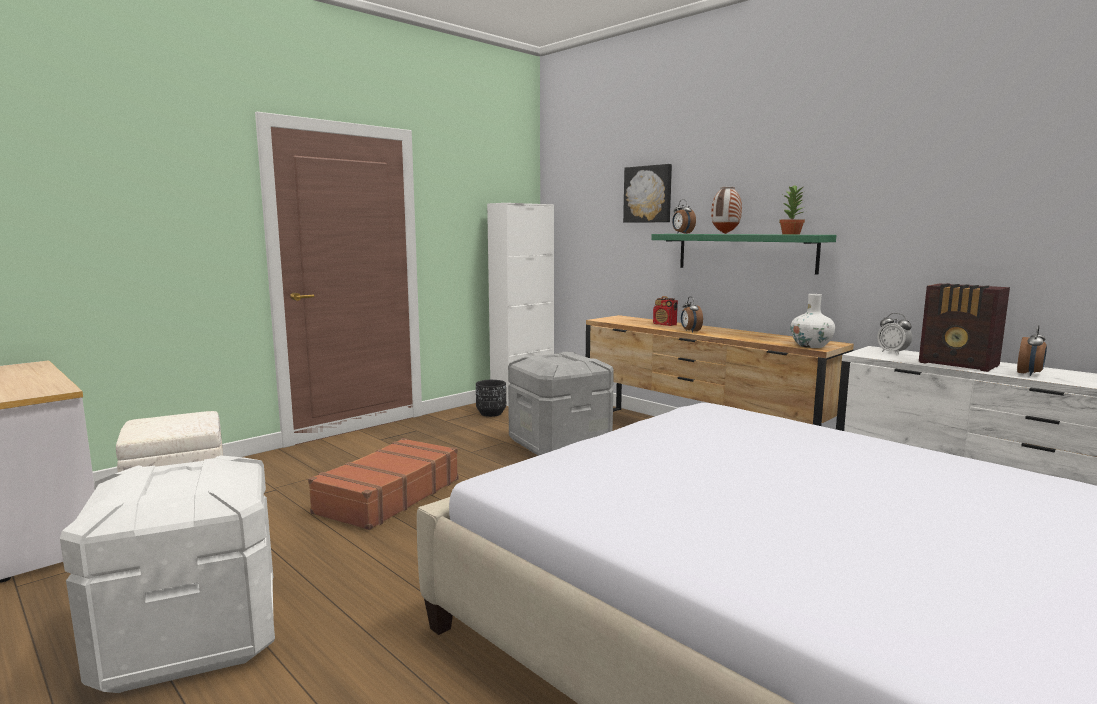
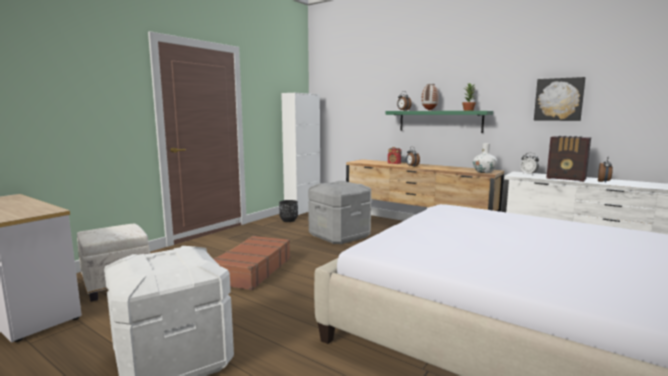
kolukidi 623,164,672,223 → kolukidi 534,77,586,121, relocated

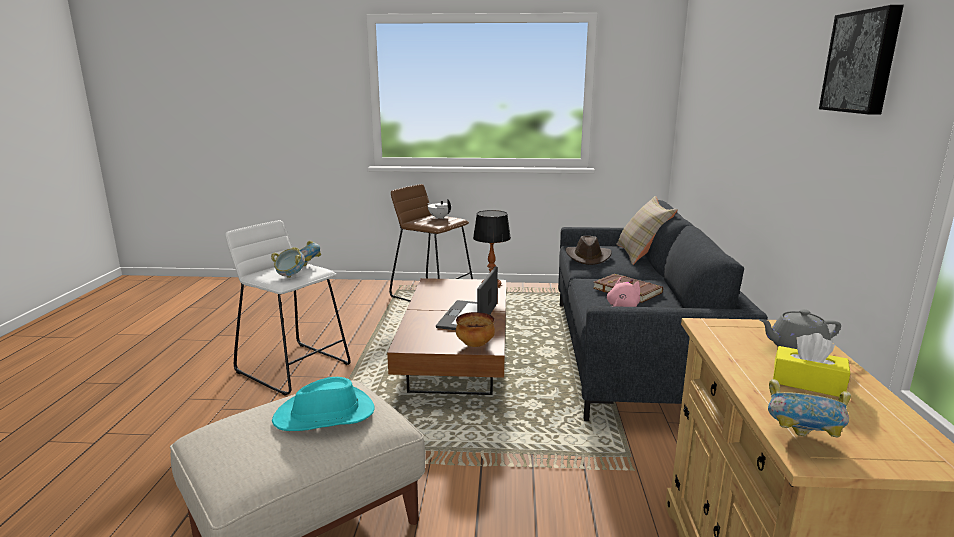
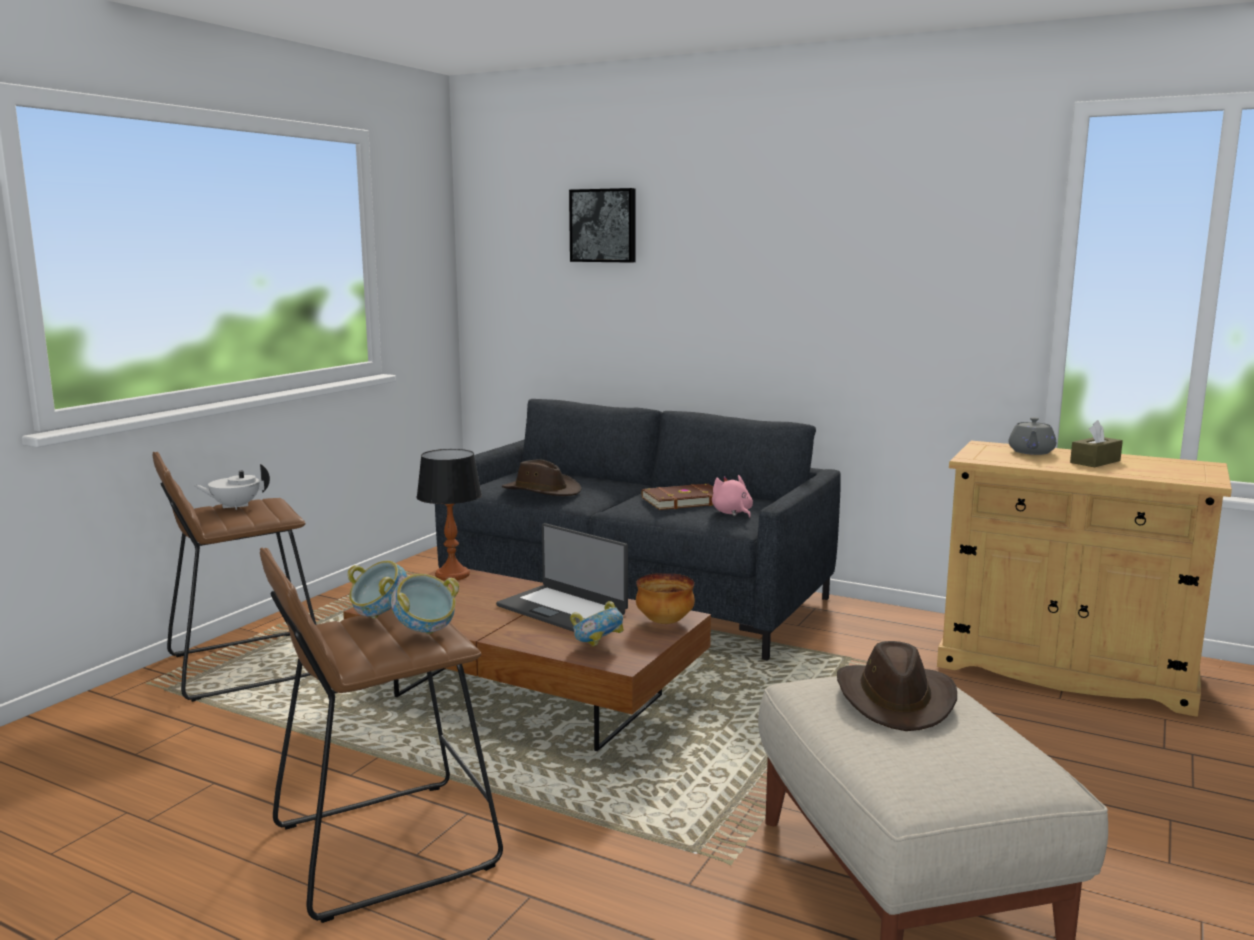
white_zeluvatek 225,220,351,396 → brown_zeluvatek 260,548,503,923
kolukidi 819,5,904,115 → kolukidi 569,188,636,263, relocated
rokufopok 768,379,851,437 → rokufopok 570,601,624,646, relocated
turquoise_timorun 272,377,375,431 → brown_timorun 837,641,957,731
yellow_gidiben 773,333,850,397 → brown_gidiben 1070,420,1123,467
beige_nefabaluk 616,196,677,265 → -

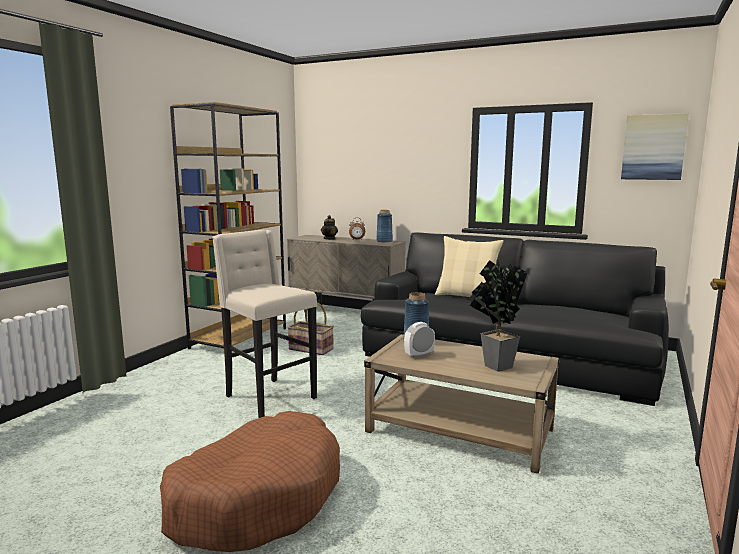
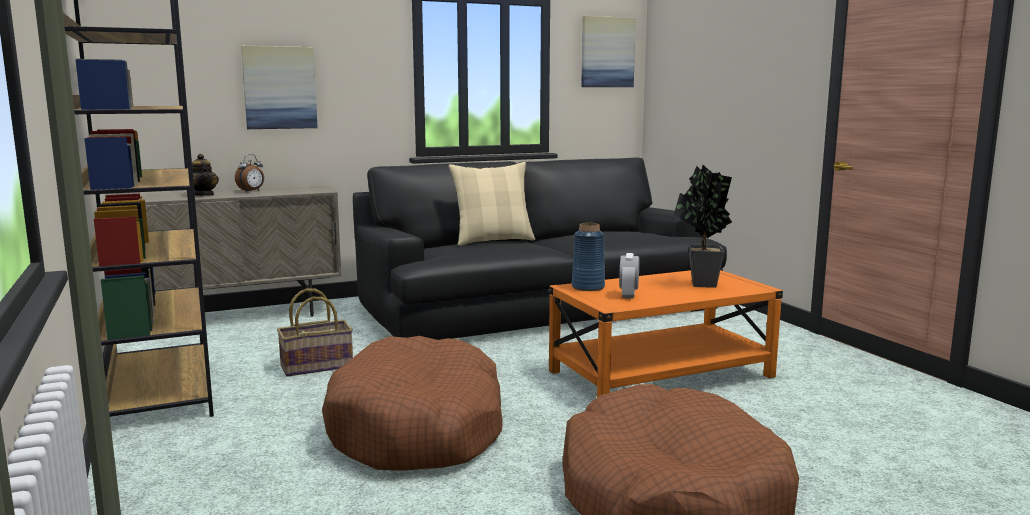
- → kolukidi 241,46,318,129
beige_zeluvatek 212,230,317,418 → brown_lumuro 322,336,503,471
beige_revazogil 364,334,560,474 → orange_revazogil 549,270,783,397
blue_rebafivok 376,210,393,242 → -

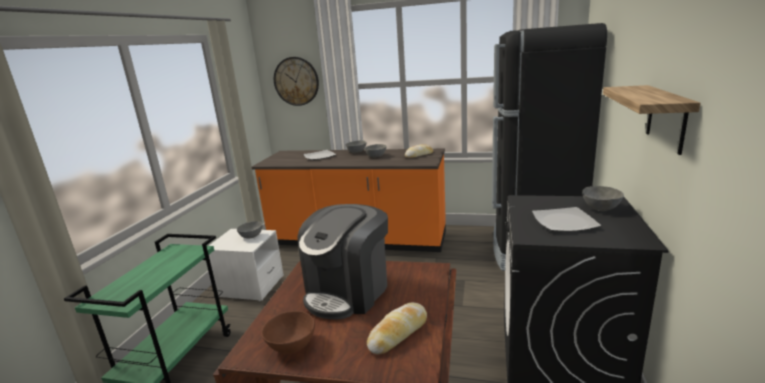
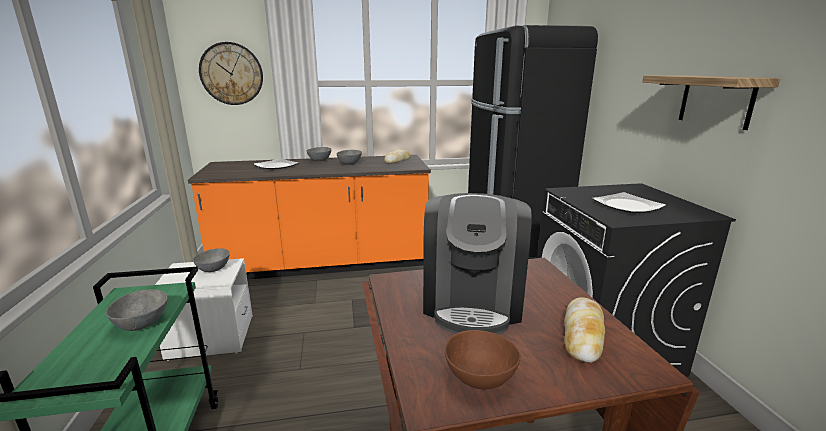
grey_rokufopok 582,186,624,211 → grey_rokufopok 106,289,168,331, relocated

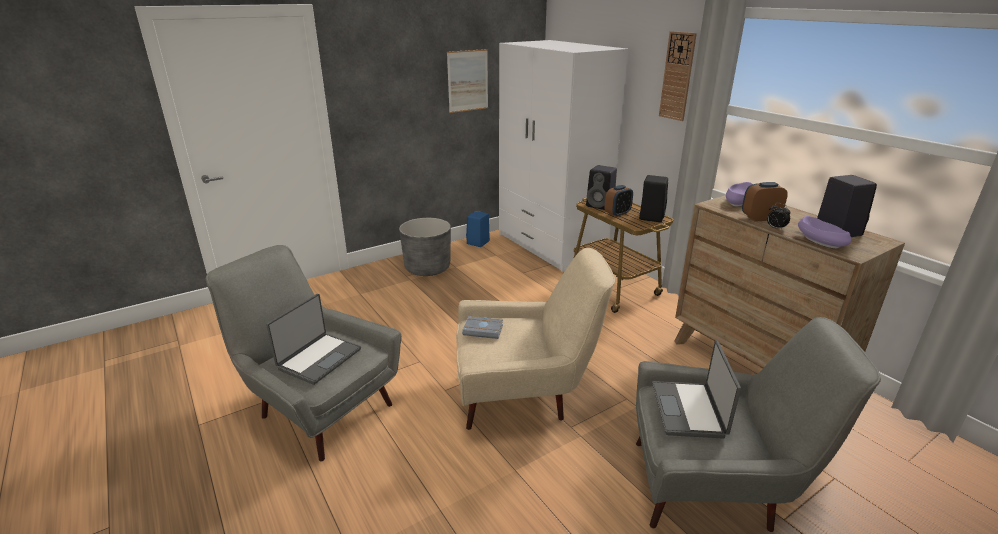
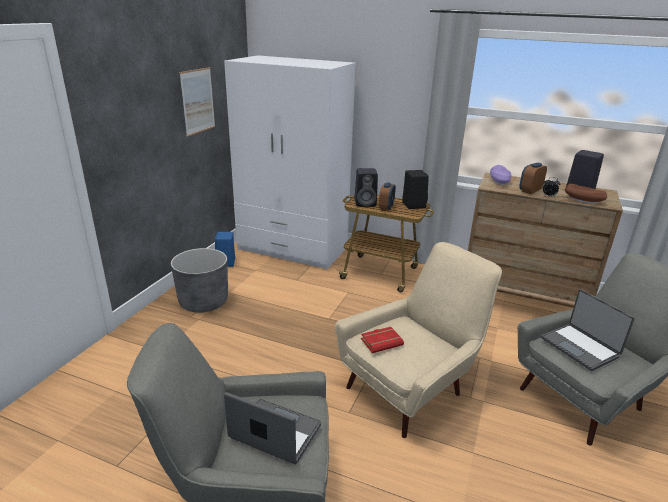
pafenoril 266,294,361,385 → pafenoril 224,392,321,464, 60 degrees counterclockwise
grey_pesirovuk 462,316,503,339 → red_pesirovuk 361,327,404,353
purple_rokufopok 798,216,851,248 → brown_rokufopok 565,184,607,203
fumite 659,31,697,121 → -

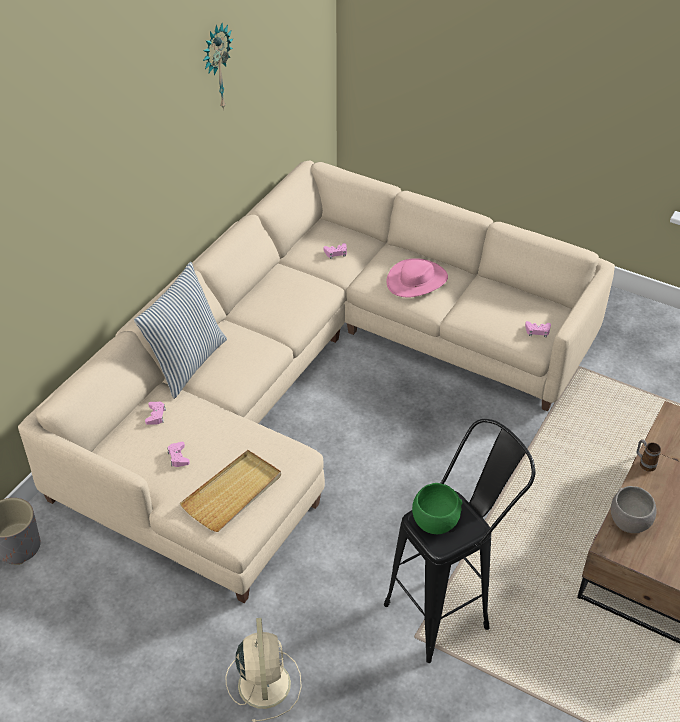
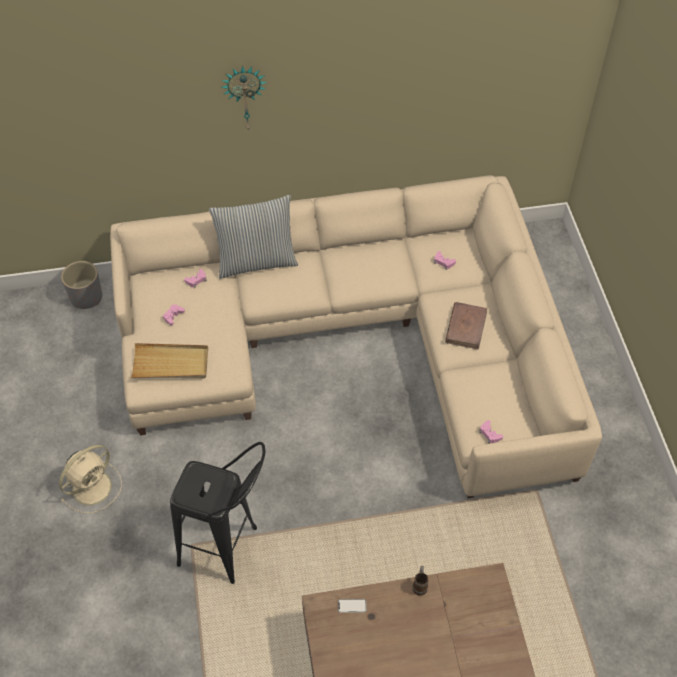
fumite 203,22,233,110 → fumite 221,66,267,131, relocated
grey_rokufopok 611,486,656,533 → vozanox 338,599,367,613
pink_timorun 386,258,448,297 → brown_pesirovuk 445,302,487,350
green_rokufopok 412,483,463,534 → -

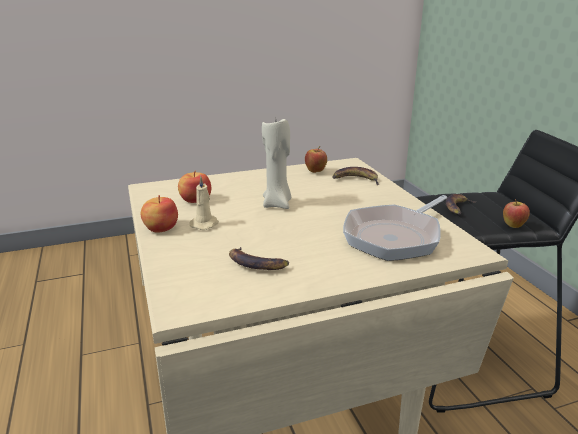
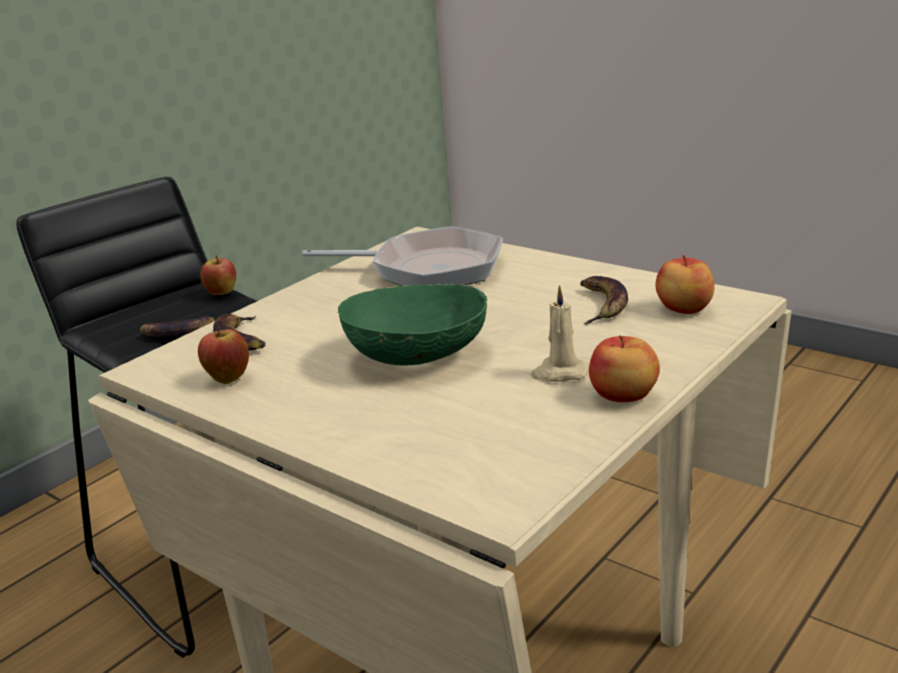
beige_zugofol 262,118,291,209 → green_rokufopok 337,284,488,366
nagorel 178,171,211,203 → nagorel 656,255,714,314, relocated

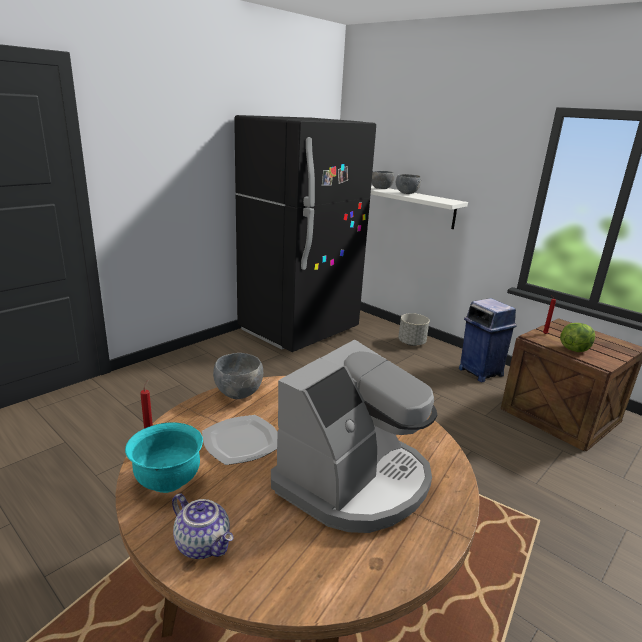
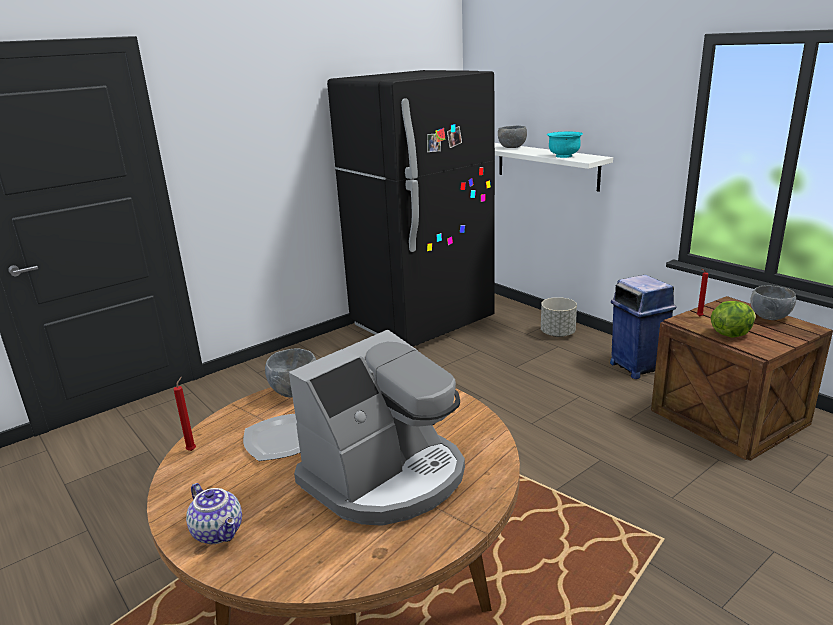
turquoise_rokufopok 125,422,203,493 → turquoise_rokufopok 547,131,583,158, relocated
grey_rokufopok 396,174,421,194 → grey_rokufopok 750,285,796,320, relocated

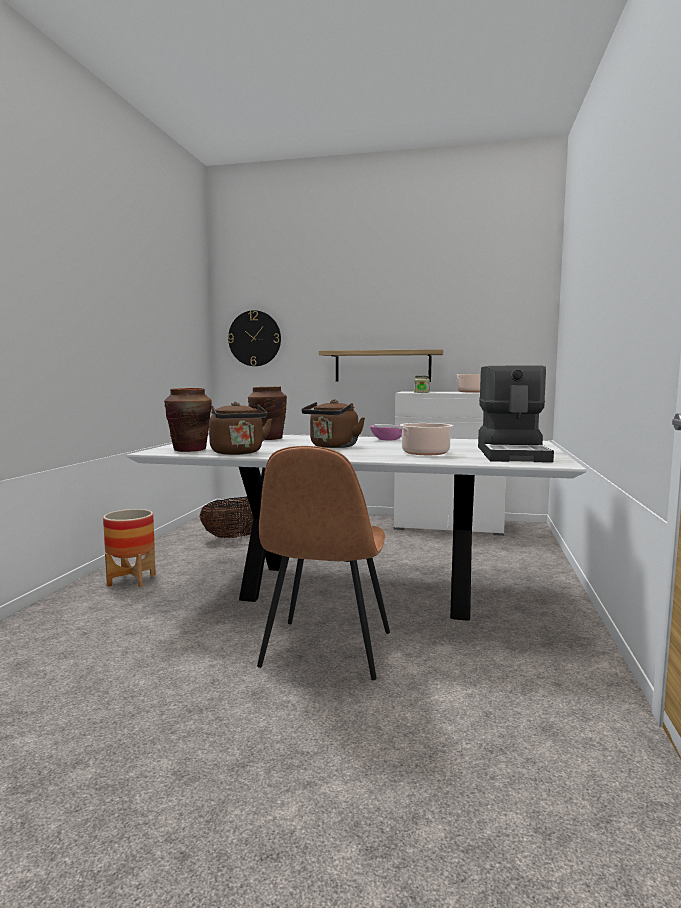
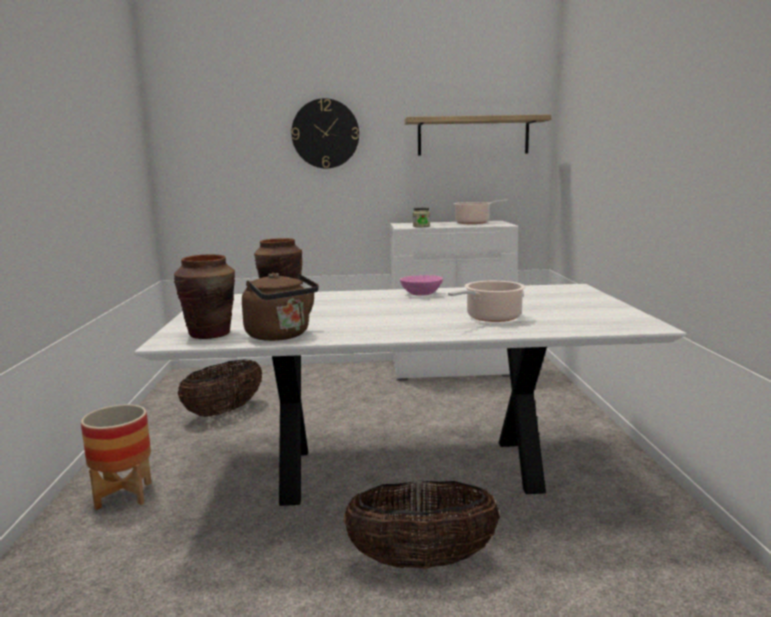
fumite 228,310,281,366 → fumite 291,98,359,169, relocated
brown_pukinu 257,446,390,680 → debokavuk 344,481,500,569
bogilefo 319,349,443,382 → bogilefo 404,114,552,156, relocated
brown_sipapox 301,399,365,448 → -
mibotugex 478,366,554,463 → -

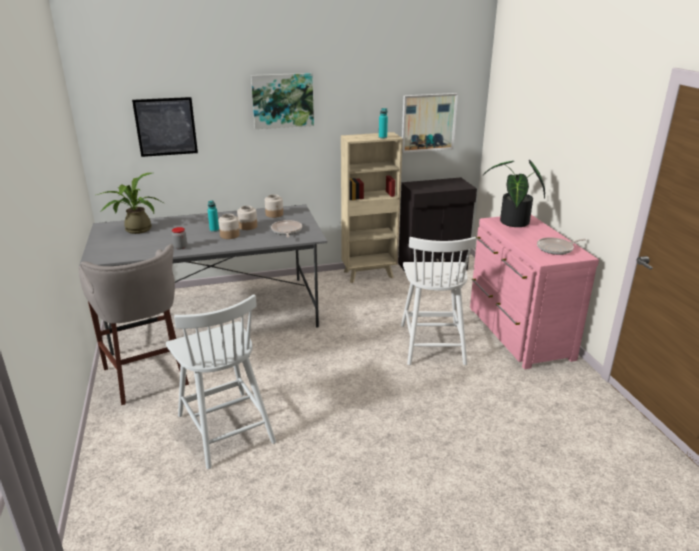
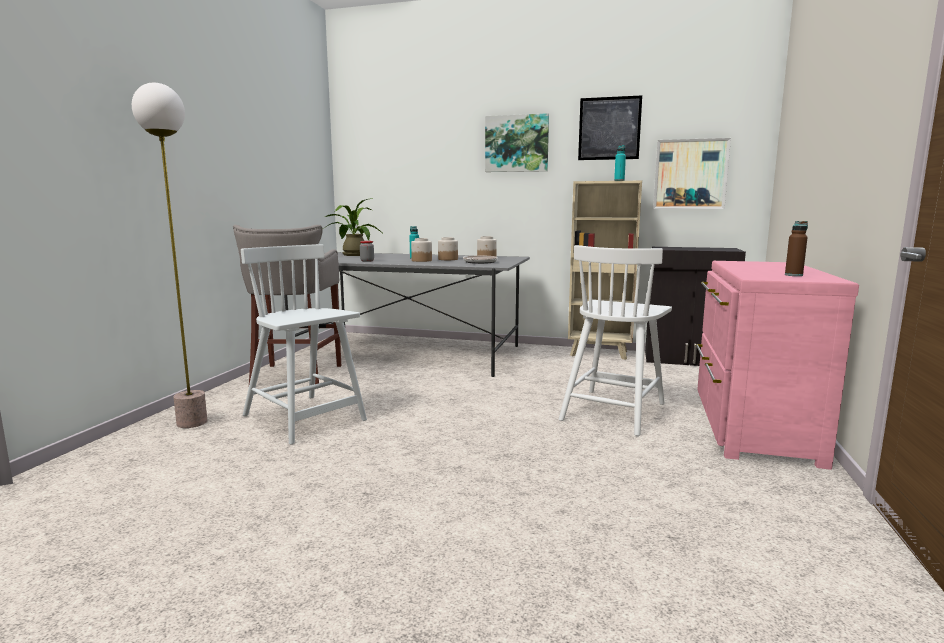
- → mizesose 132,83,207,428
white_pukinu 166,294,276,469 → white_pukinu 241,244,367,444, 135 degrees clockwise
kolukidi 132,97,198,157 → kolukidi 578,95,642,160, relocated
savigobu 537,237,586,255 → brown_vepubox 785,221,808,276
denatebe 483,160,545,227 → -

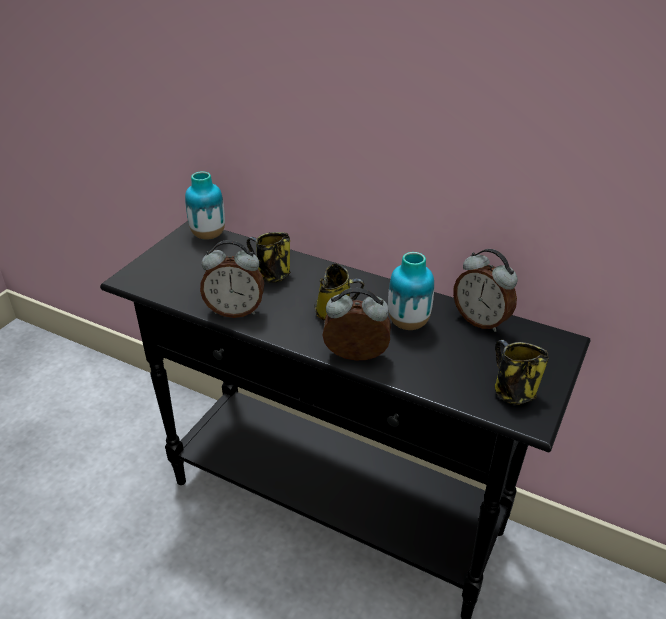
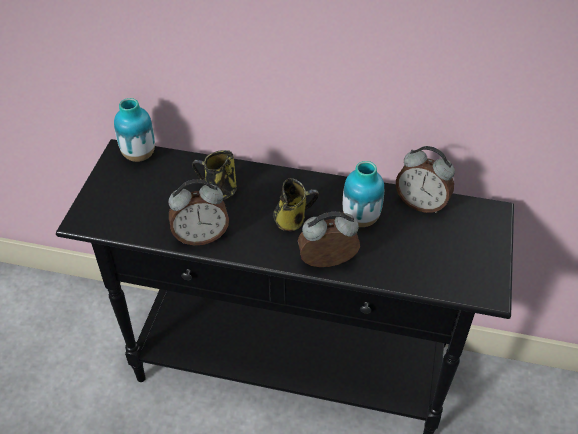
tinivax 495,340,549,405 → -

